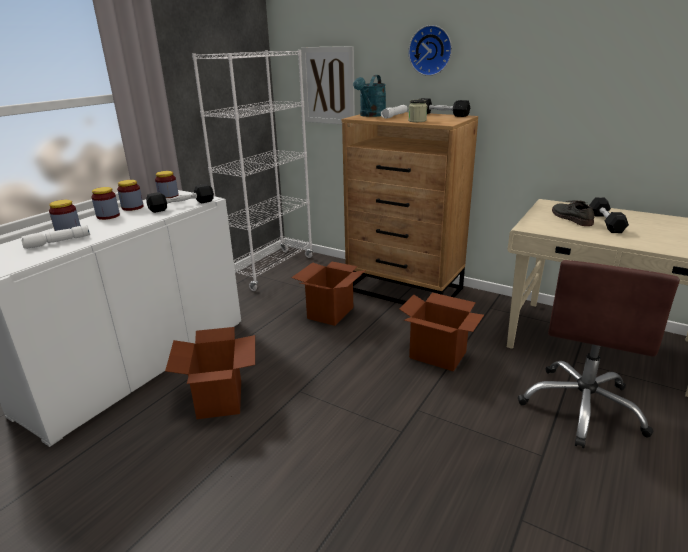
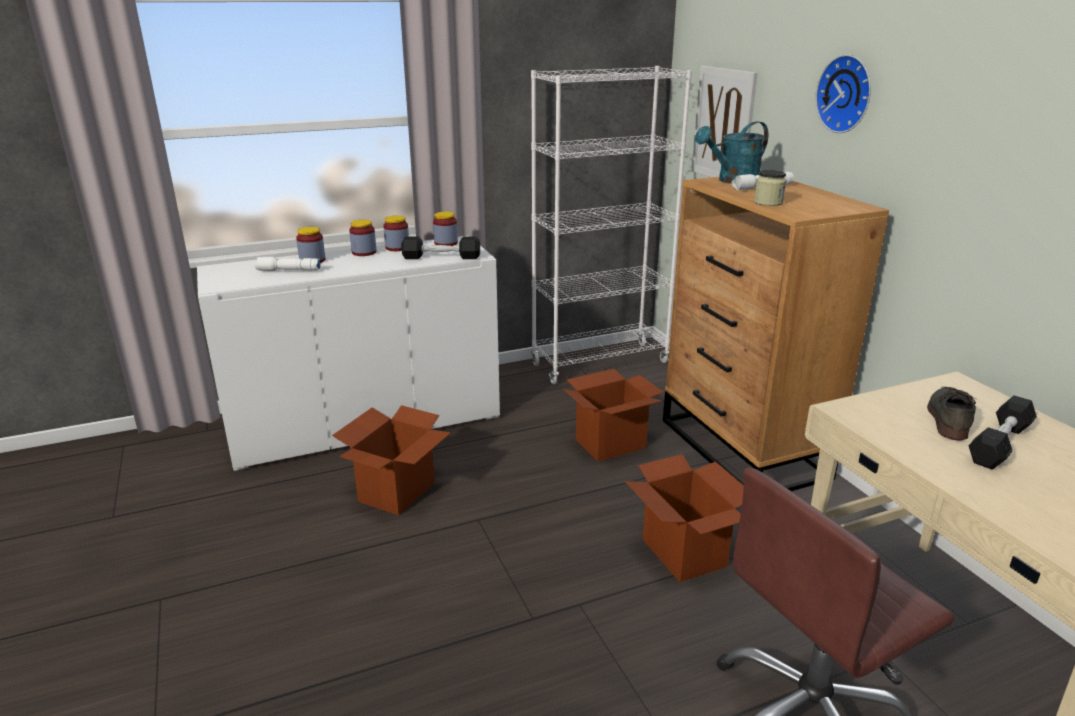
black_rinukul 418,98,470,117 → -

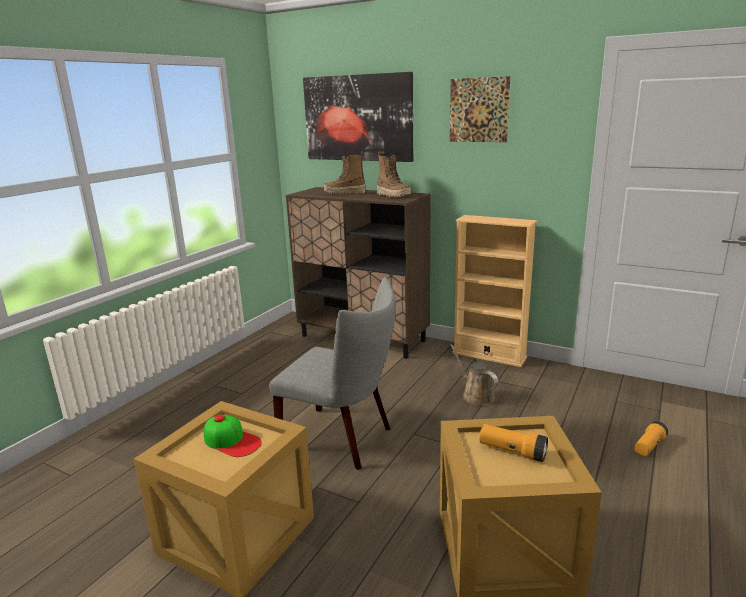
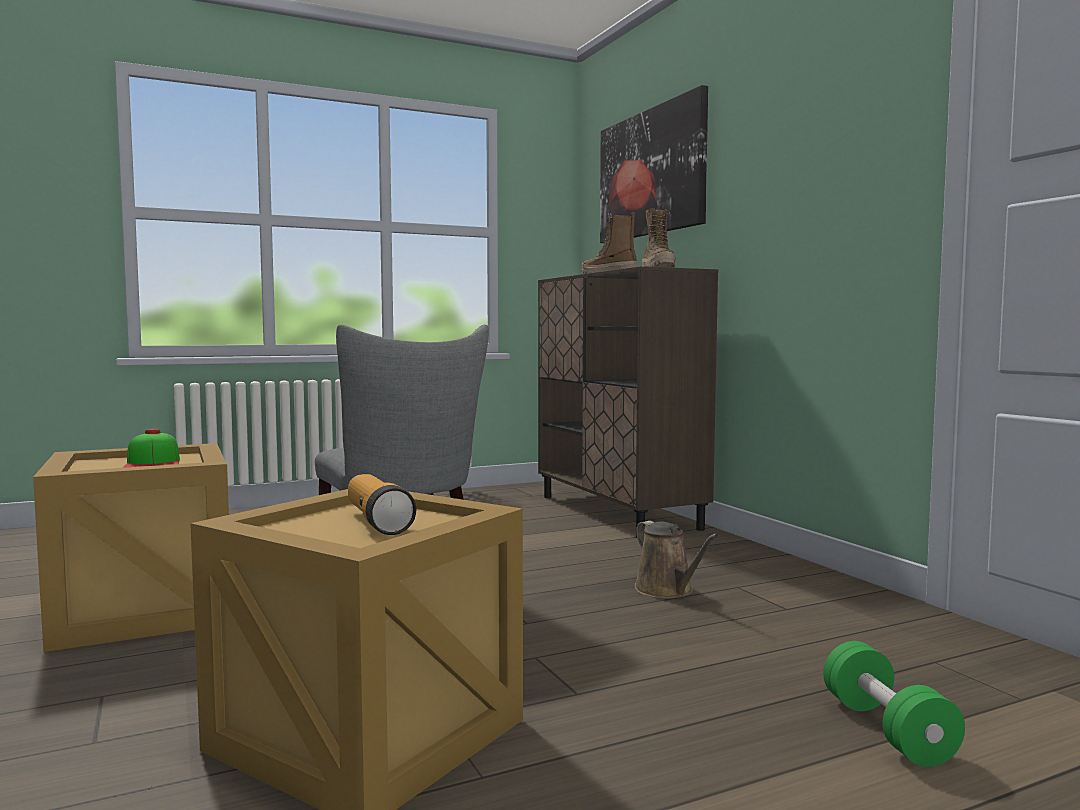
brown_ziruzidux 450,344,499,405 → brown_ziruzidux 635,521,719,599, 150 degrees clockwise
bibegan 634,421,668,456 → green_rinukul 823,641,965,767
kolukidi 450,76,510,142 → -
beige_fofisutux 452,215,537,367 → -

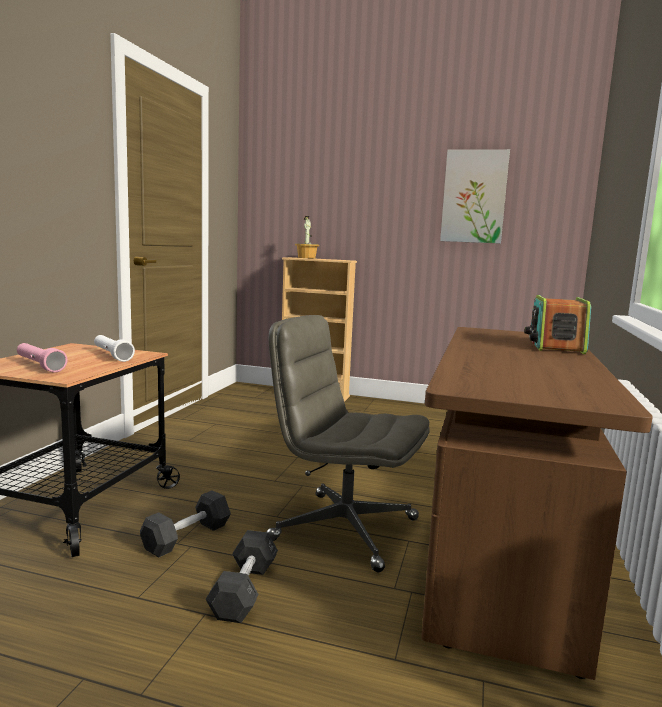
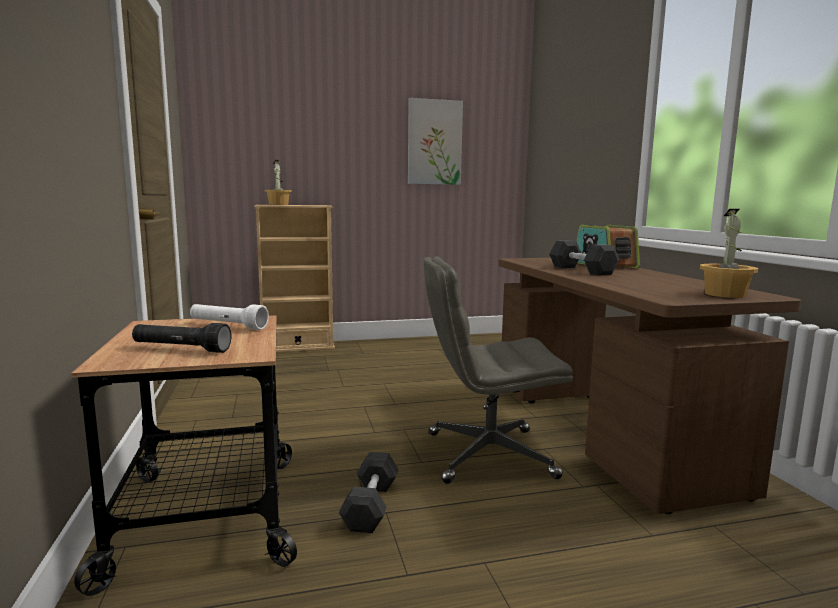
pink_bibegan 17,343,68,373 → black_bibegan 132,323,231,353
grey_rinukul 206,530,278,623 → grey_rinukul 549,240,619,276, relocated
- → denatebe 700,209,758,298

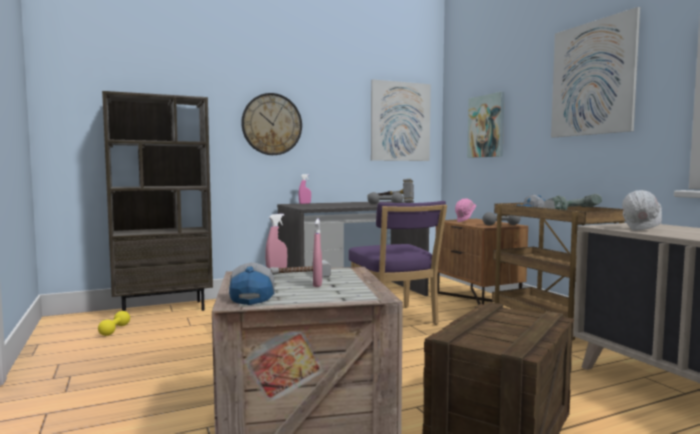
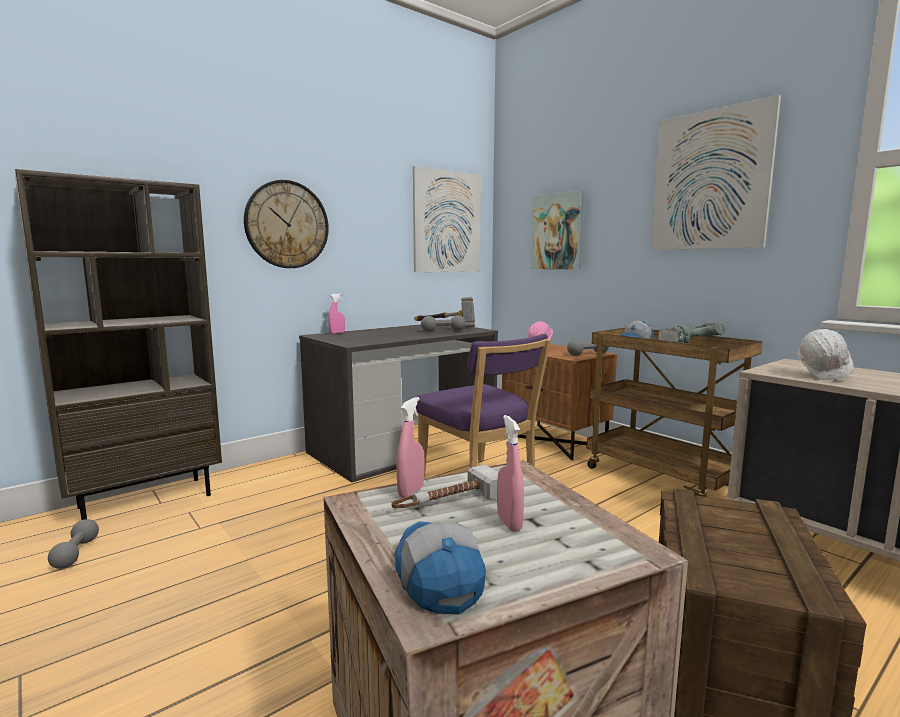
yellow_rinukul 98,311,130,336 → grey_rinukul 48,519,99,569

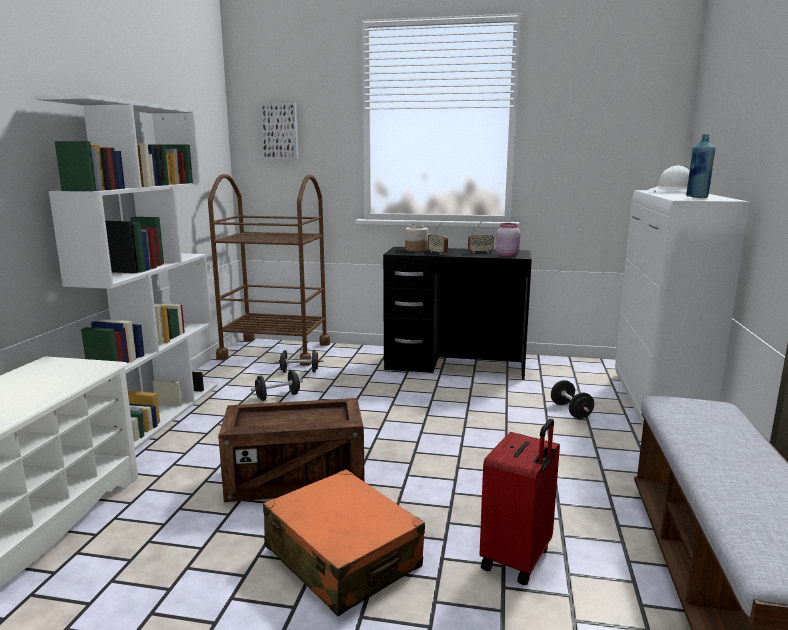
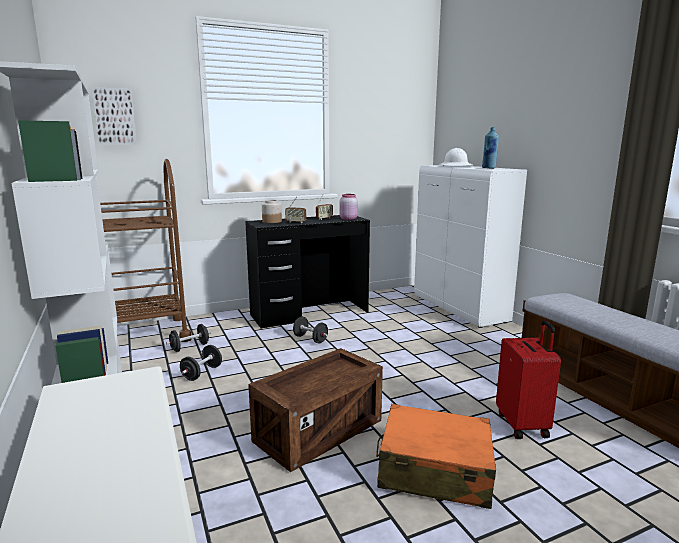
black_rinukul 551,380,594,419 → black_rinukul 293,317,328,344, relocated

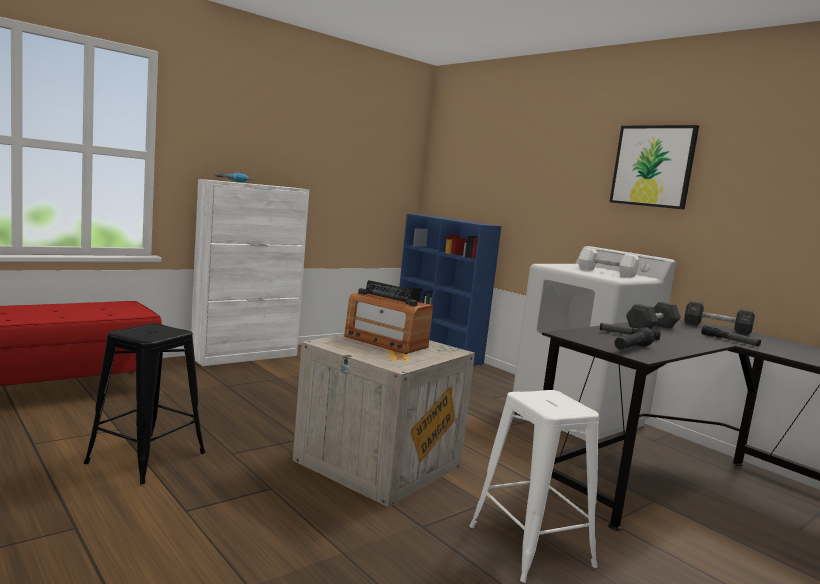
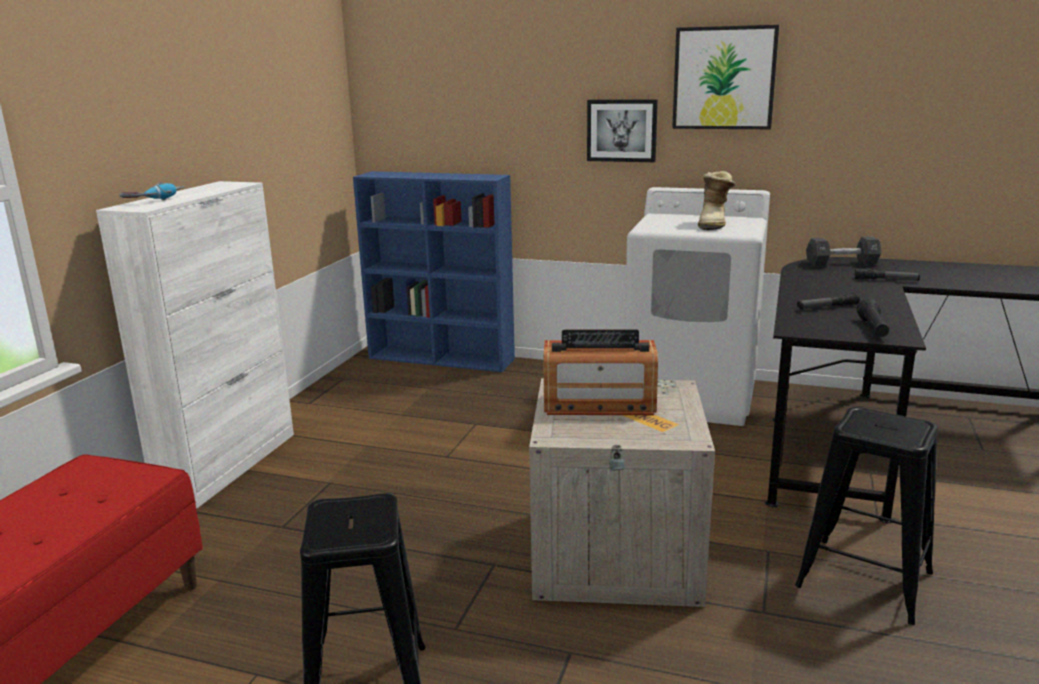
- → kolukidi 587,99,658,162
white_rinukul 578,248,639,277 → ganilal 698,171,736,230
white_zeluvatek 469,390,599,583 → black_zeluvatek 795,407,938,625
black_rinukul 626,302,681,329 → -

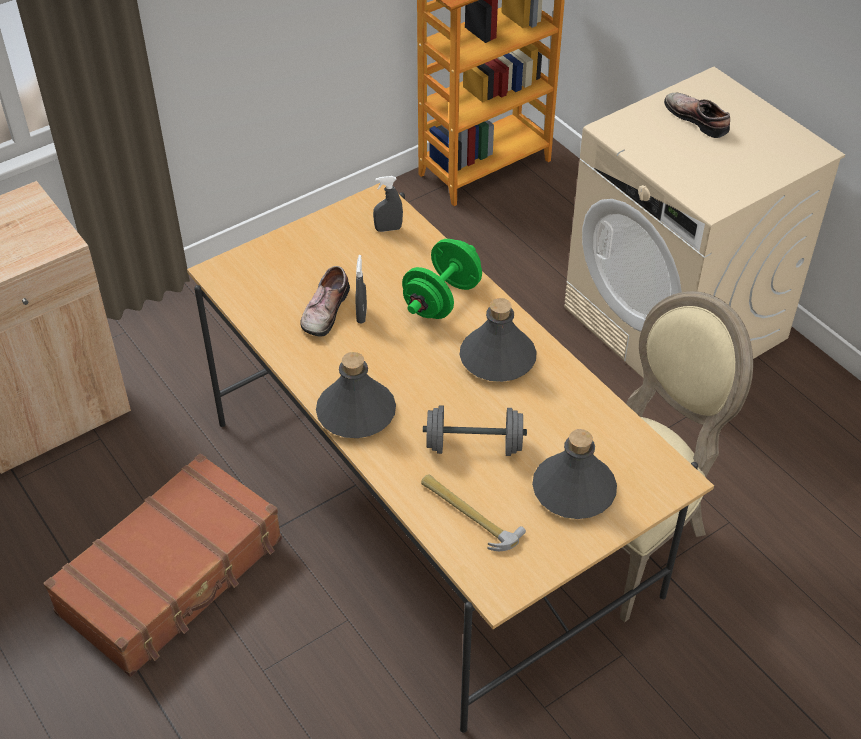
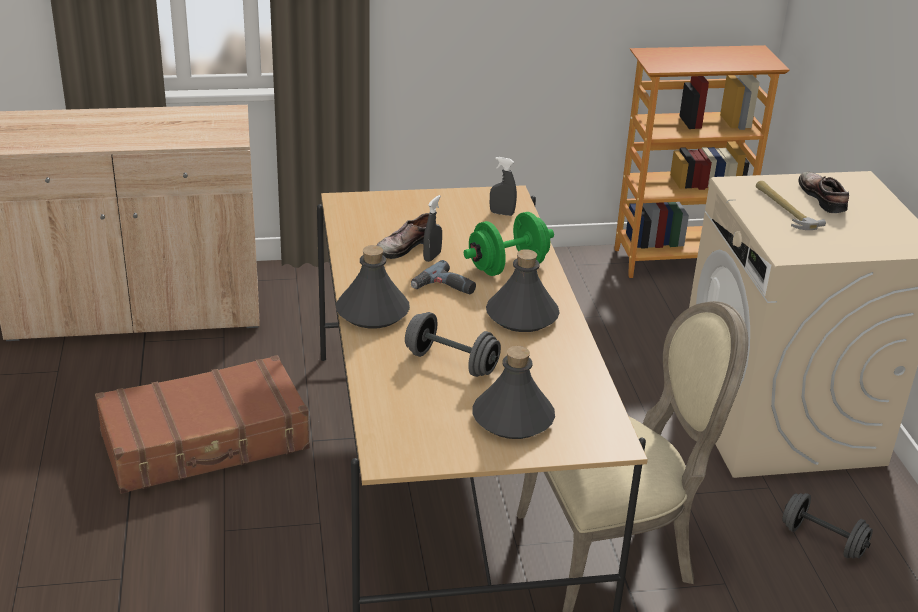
- → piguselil 411,260,476,294
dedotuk 421,474,526,551 → dedotuk 756,181,826,230, relocated
- → grey_rinukul 782,493,873,559

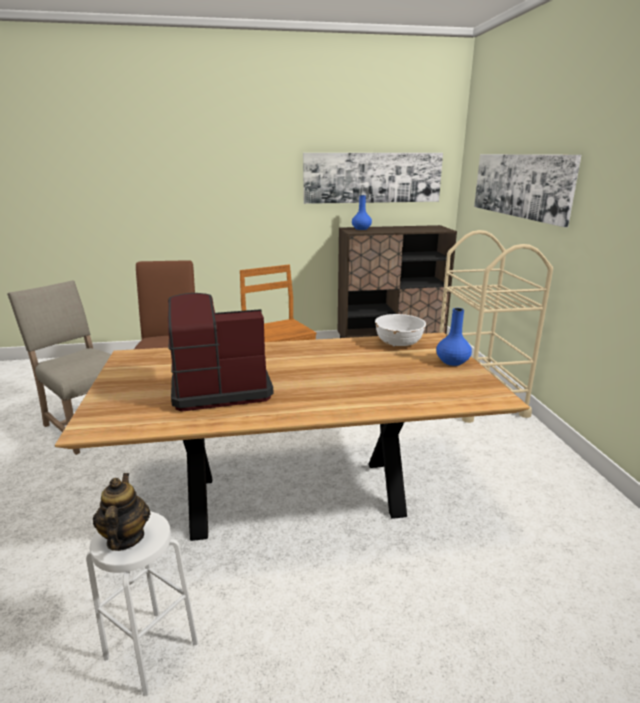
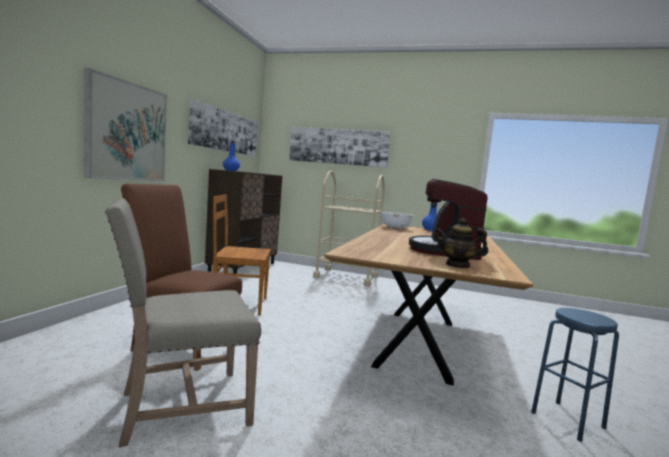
- → kolukidi 84,68,167,181
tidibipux 93,473,151,551 → tidibipux 436,218,488,268, relocated
white_zeluvatek 86,511,198,696 → blue_zeluvatek 531,308,619,442

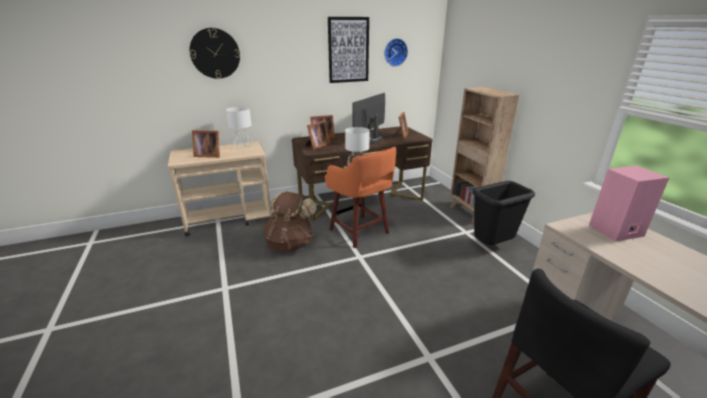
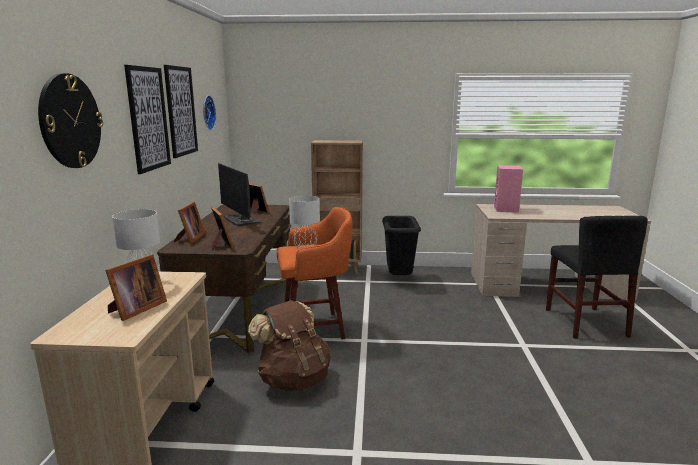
- → kolukidi 124,65,171,174

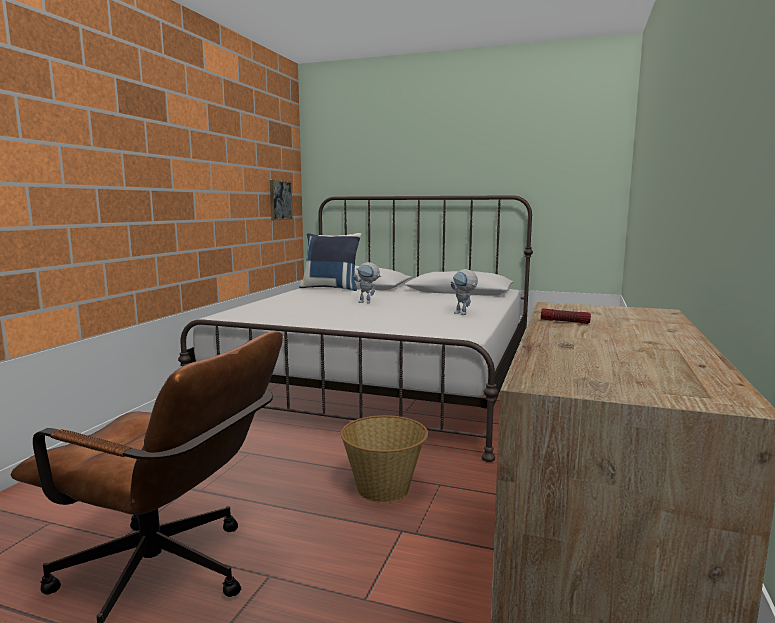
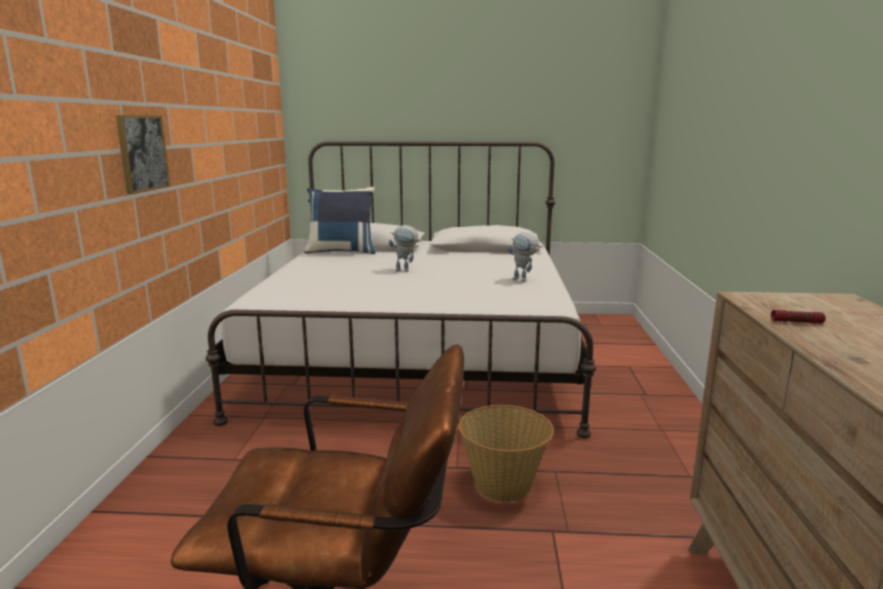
kolukidi 270,180,293,220 → kolukidi 116,115,170,194, relocated

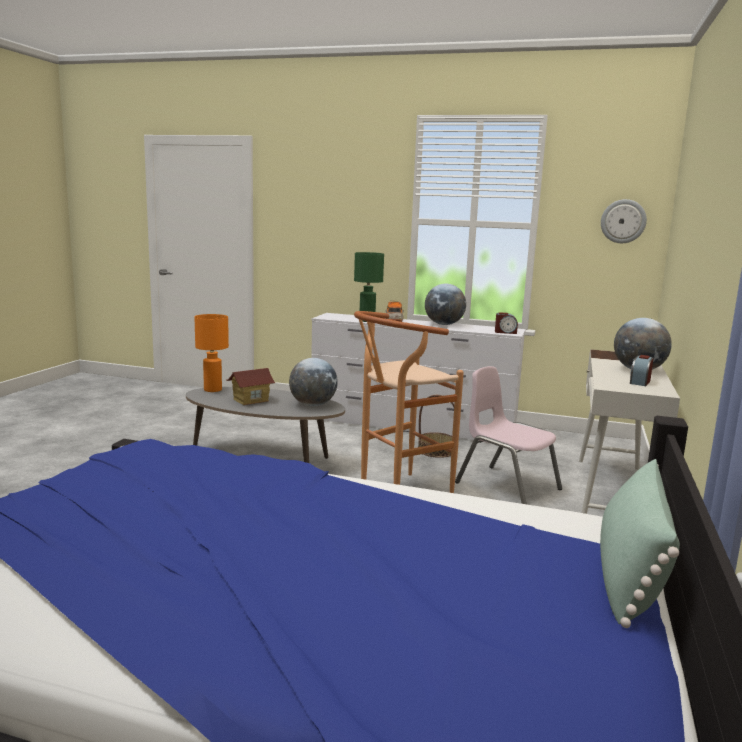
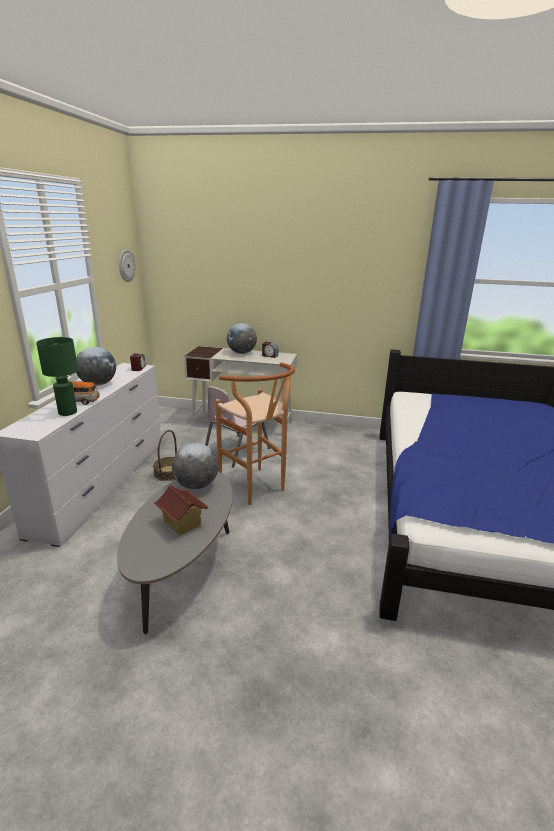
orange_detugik 194,314,229,392 → -
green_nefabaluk 600,459,680,628 → -

